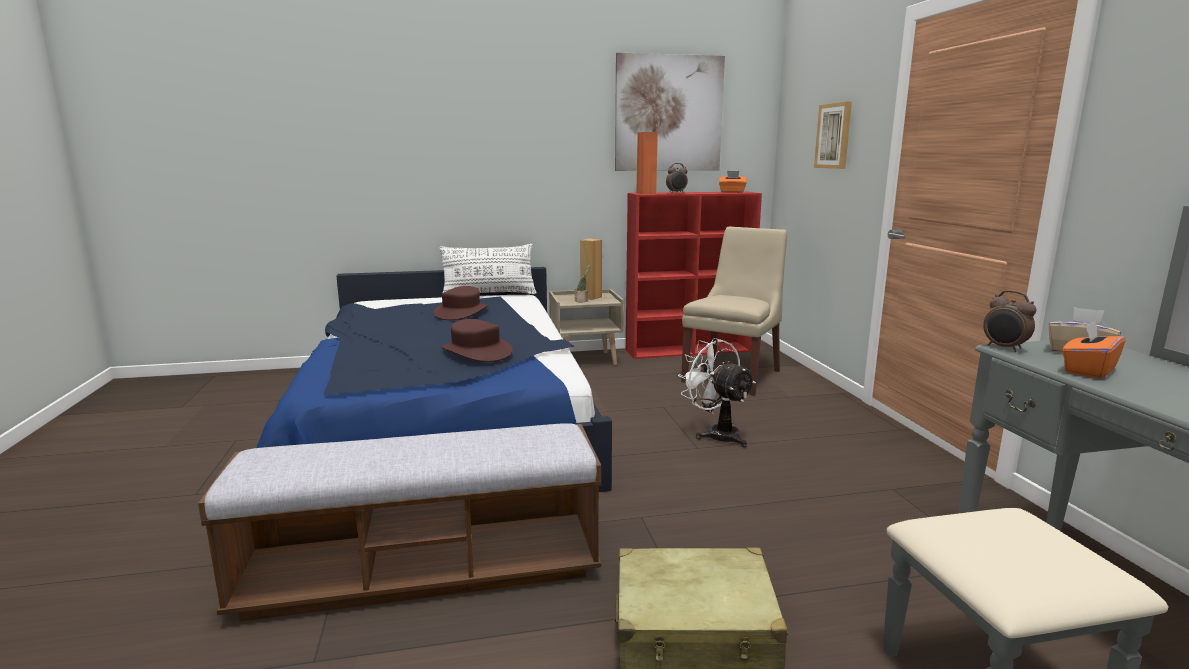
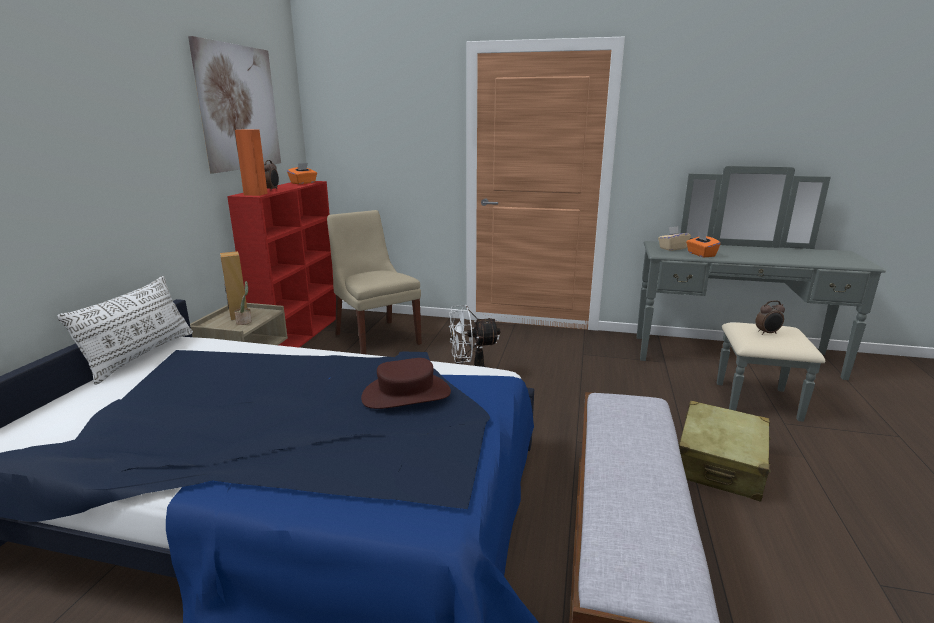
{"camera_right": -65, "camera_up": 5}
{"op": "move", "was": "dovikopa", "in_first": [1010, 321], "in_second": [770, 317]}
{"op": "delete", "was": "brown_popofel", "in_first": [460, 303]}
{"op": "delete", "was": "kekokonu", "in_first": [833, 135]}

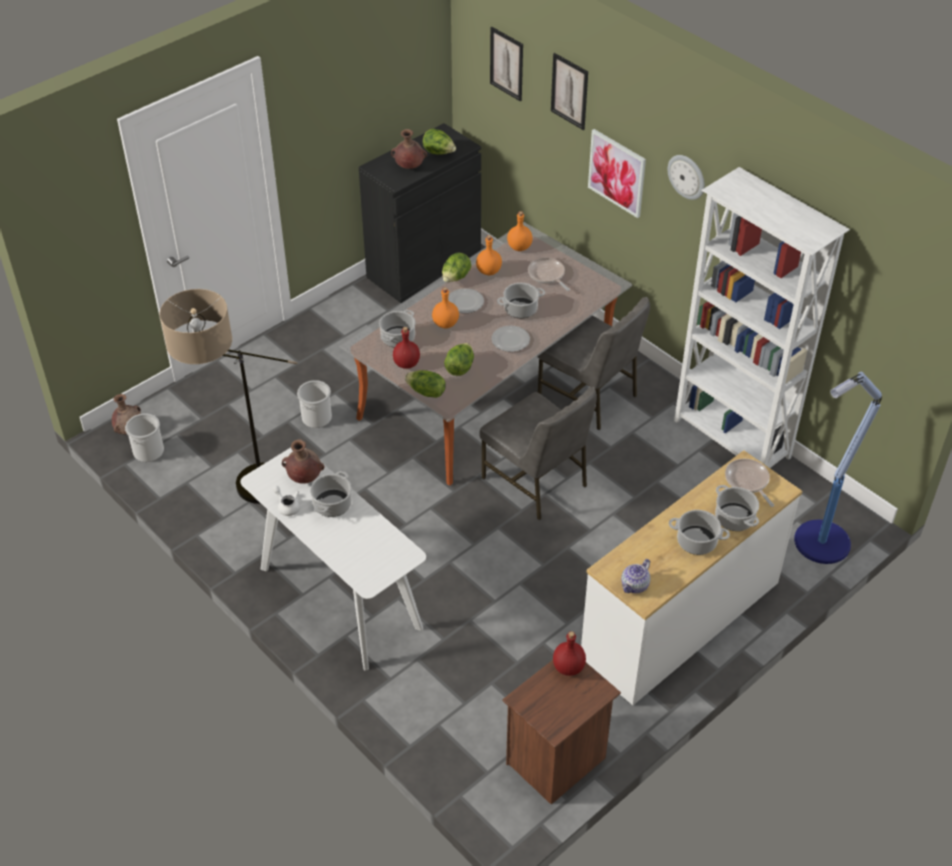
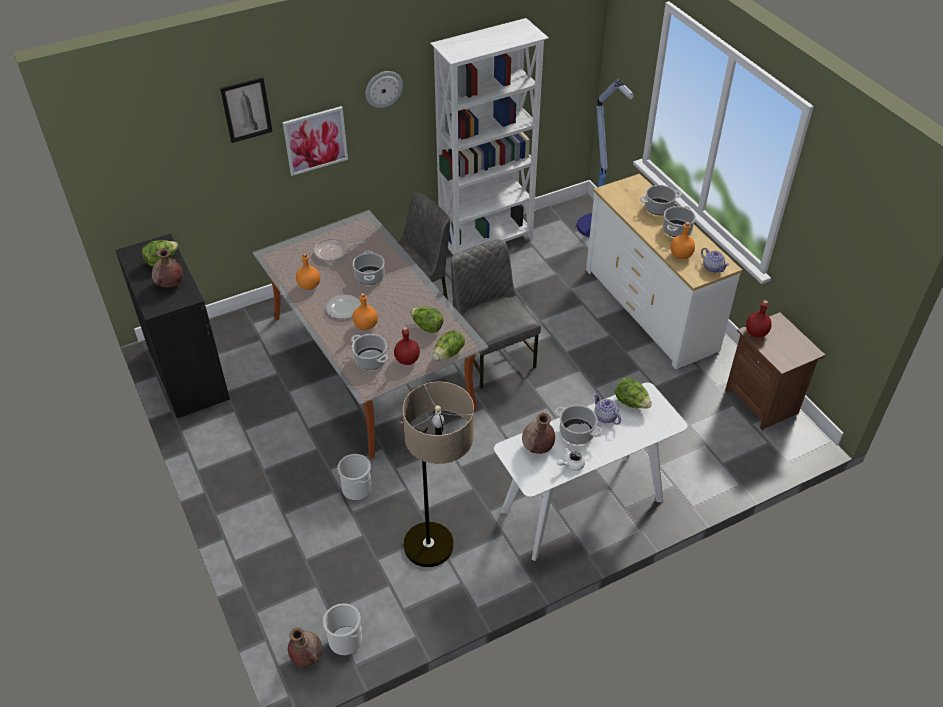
{"camera_right": -75, "camera_up": 0}
{"op": "rotate", "was": "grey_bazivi", "in_first": [538, 453], "in_second": [496, 314], "clockwise": -90}
{"op": "insert", "now": "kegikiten", "in_second": [607, 409]}
{"op": "move", "was": "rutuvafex", "in_first": [456, 267], "in_second": [633, 393]}
{"op": "move", "was": "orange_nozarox", "in_first": [520, 231], "in_second": [683, 240]}
{"op": "delete", "was": "kekokonu", "in_first": [506, 64]}
{"op": "delete", "was": "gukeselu", "in_first": [510, 339]}
{"op": "delete", "was": "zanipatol", "in_first": [749, 483]}

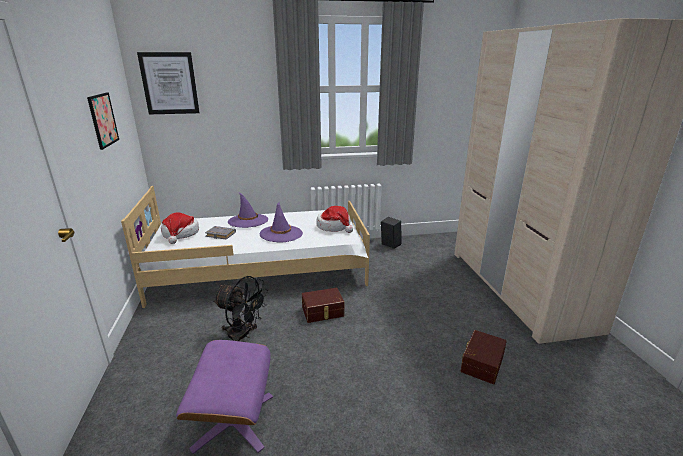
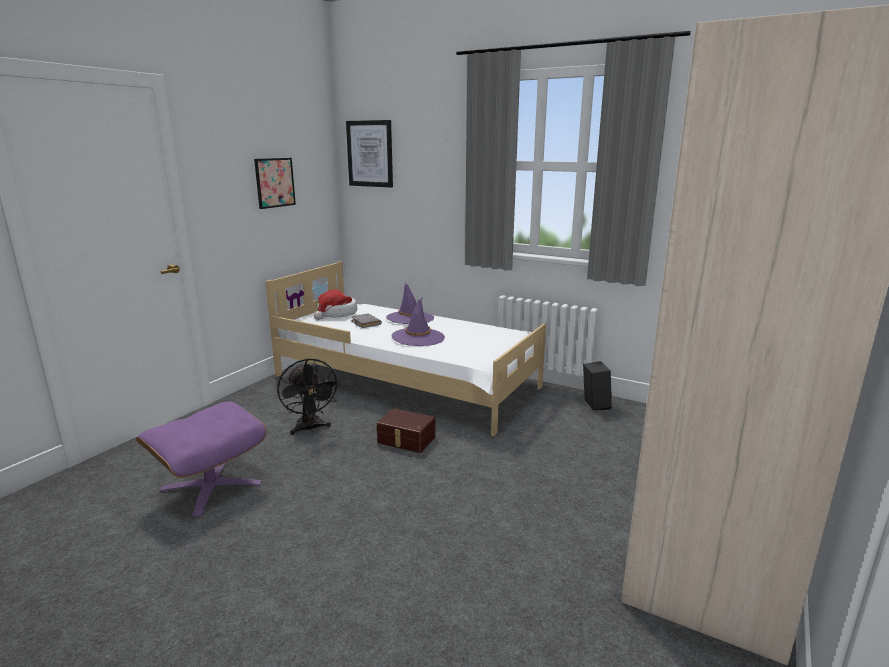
{"camera_right": 40, "camera_up": -5}
{"op": "delete", "was": "popofel", "in_first": [334, 219]}
{"op": "delete", "was": "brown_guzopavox", "in_first": [483, 357]}

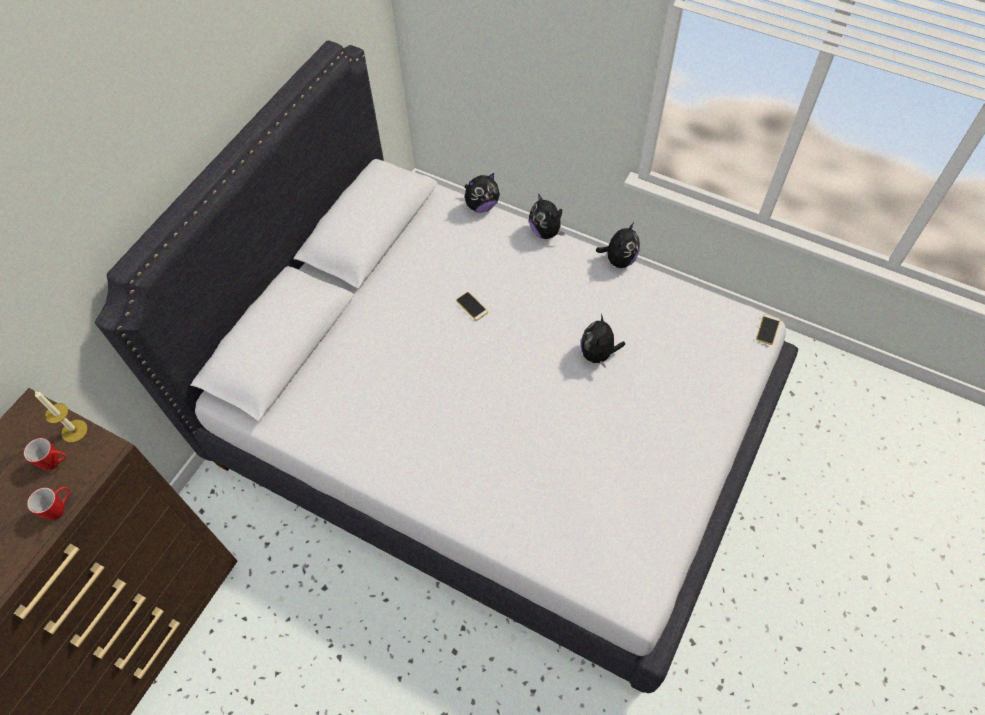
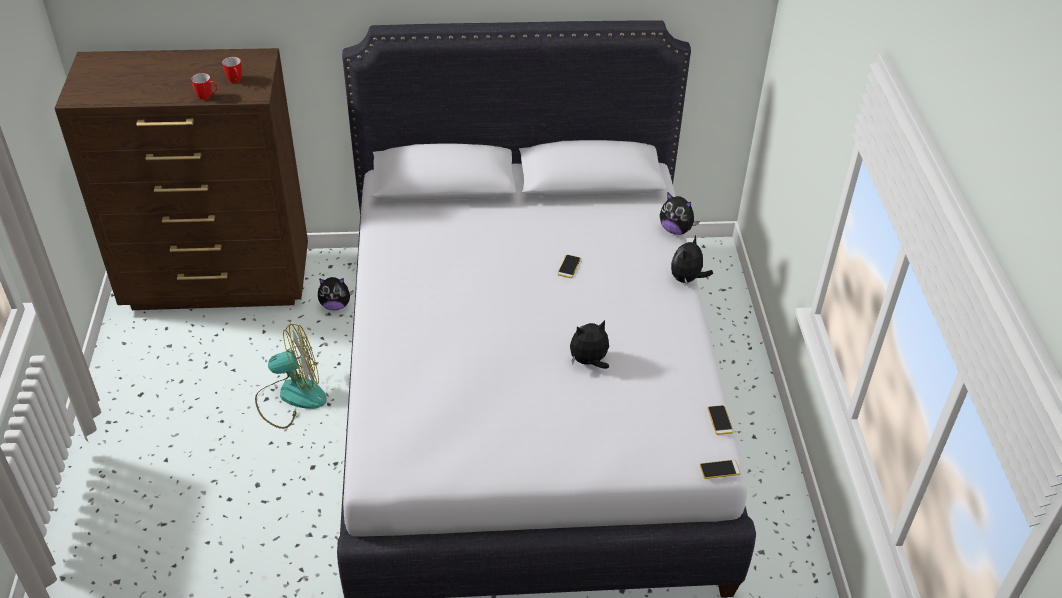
{"camera_right": 55, "camera_up": -15}
{"op": "insert", "now": "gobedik", "in_second": [291, 376]}
{"op": "move", "was": "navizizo", "in_first": [618, 245], "in_second": [336, 294]}
{"op": "insert", "now": "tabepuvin", "in_second": [720, 420]}
{"op": "delete", "was": "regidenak", "in_first": [61, 416]}

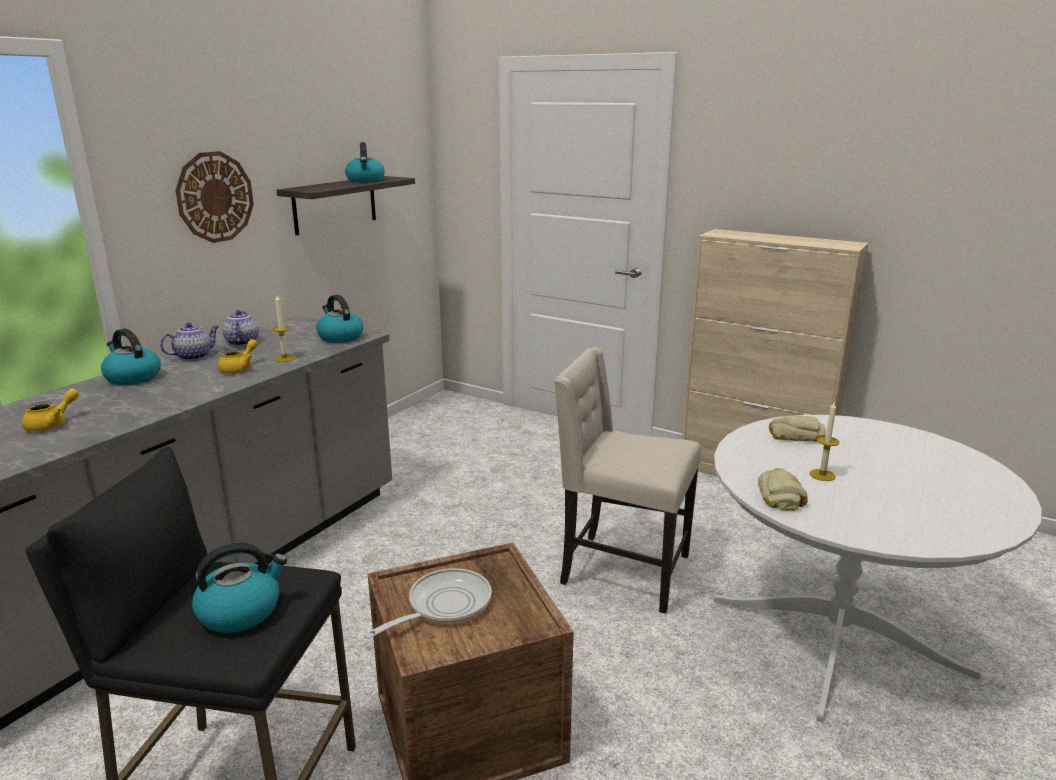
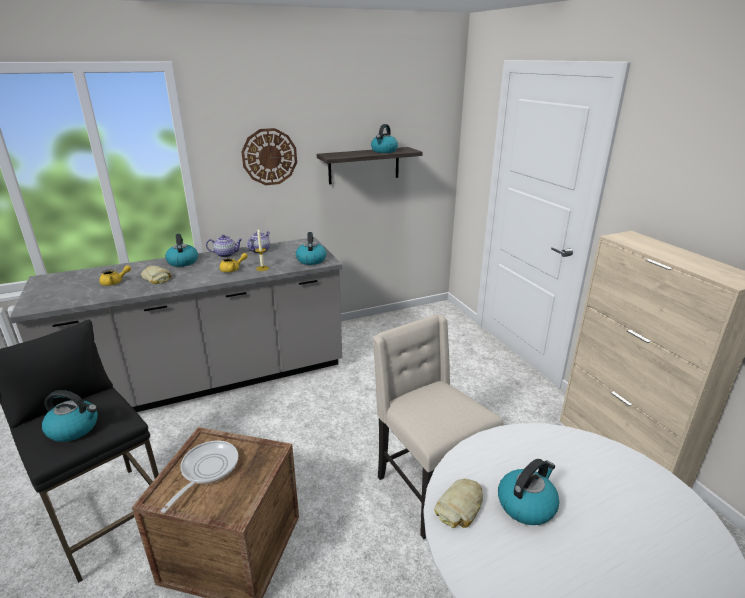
{"camera_right": 35, "camera_up": 5}
{"op": "move", "was": "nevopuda", "in_first": [797, 428], "in_second": [156, 275]}
{"op": "rotate", "was": "zanipatol", "in_first": [427, 603], "in_second": [199, 477], "clockwise": -60}
{"op": "replace", "was": "regidenak", "now": "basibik", "in_first": [824, 441], "in_second": [528, 492]}

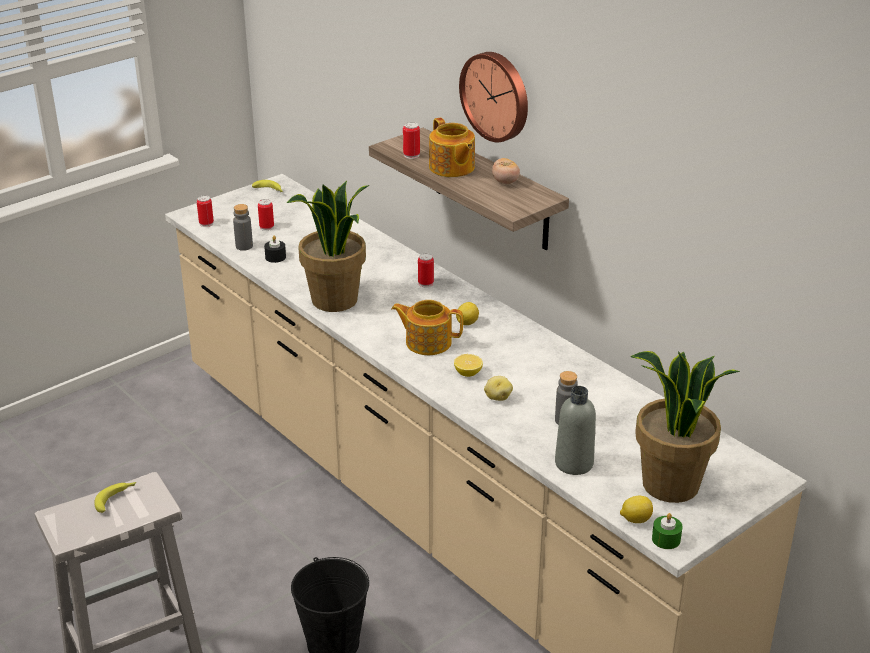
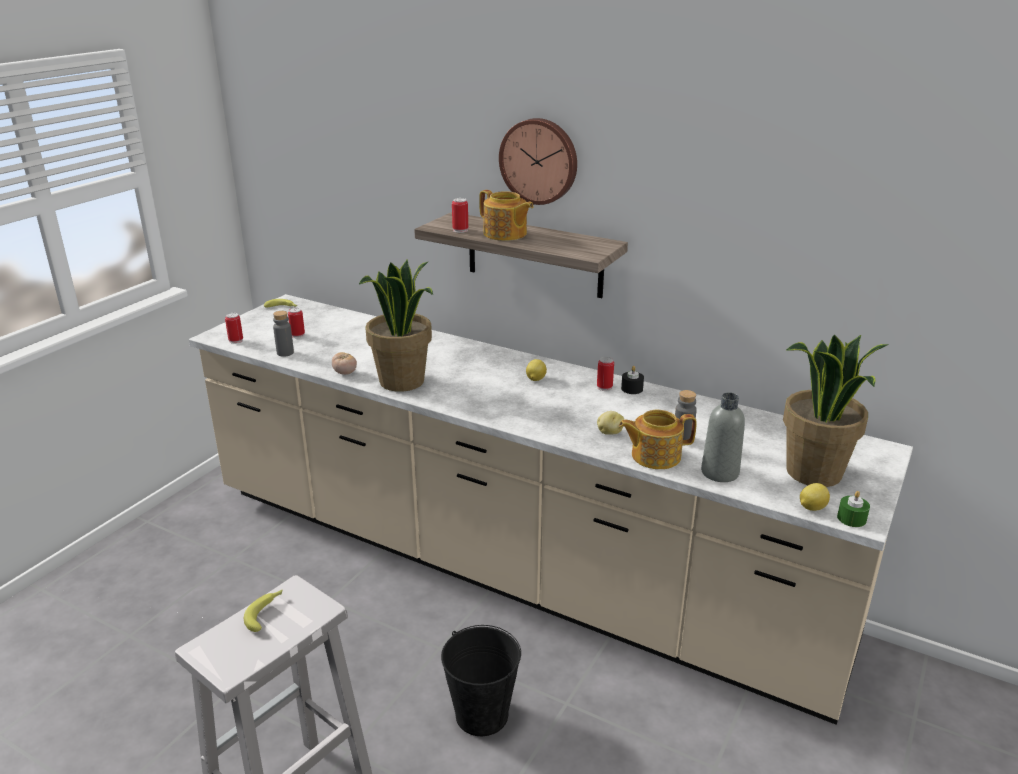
{"camera_right": -20, "camera_up": -5}
{"op": "move", "was": "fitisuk", "in_first": [506, 171], "in_second": [344, 363]}
{"op": "move", "was": "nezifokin", "in_first": [426, 270], "in_second": [605, 374]}
{"op": "move", "was": "kegikiten", "in_first": [427, 327], "in_second": [658, 439]}
{"op": "move", "was": "black_regidenak", "in_first": [275, 249], "in_second": [632, 380]}
{"op": "delete", "was": "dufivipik", "in_first": [468, 365]}

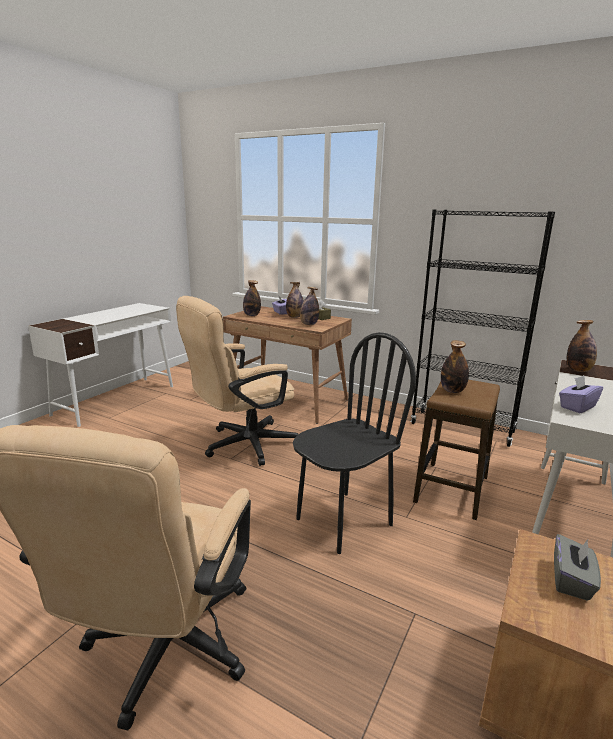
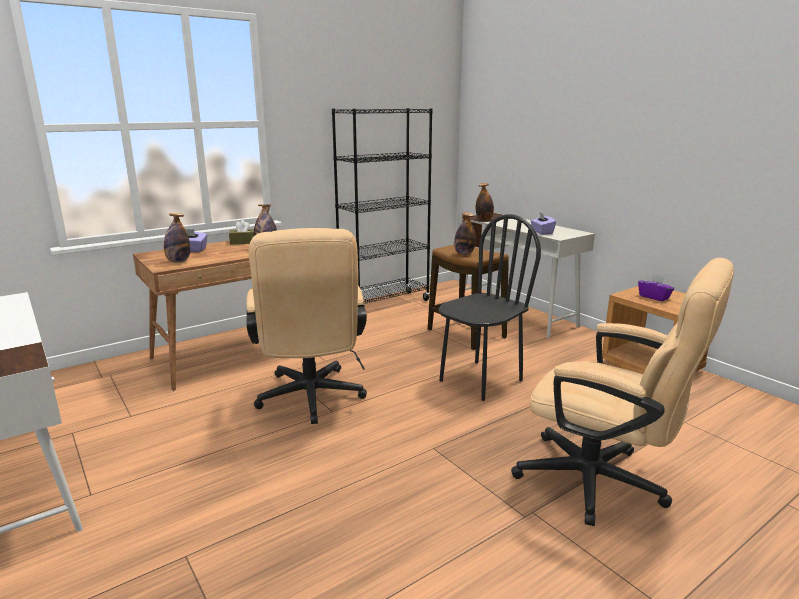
{"camera_right": -65, "camera_up": 0}
{"op": "rotate", "was": "black_bazivi", "in_first": [354, 443], "in_second": [490, 307], "clockwise": 60}
{"op": "recolor", "was": "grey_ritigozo", "now": "purple_ritigozo", "in_first": [577, 567], "in_second": [656, 287]}
{"op": "delete", "was": "nozarox", "in_first": [295, 300]}

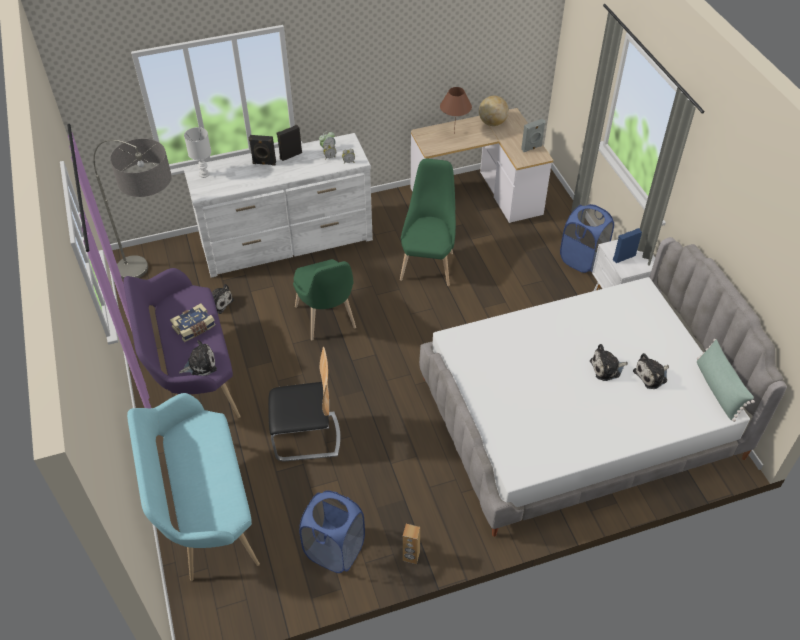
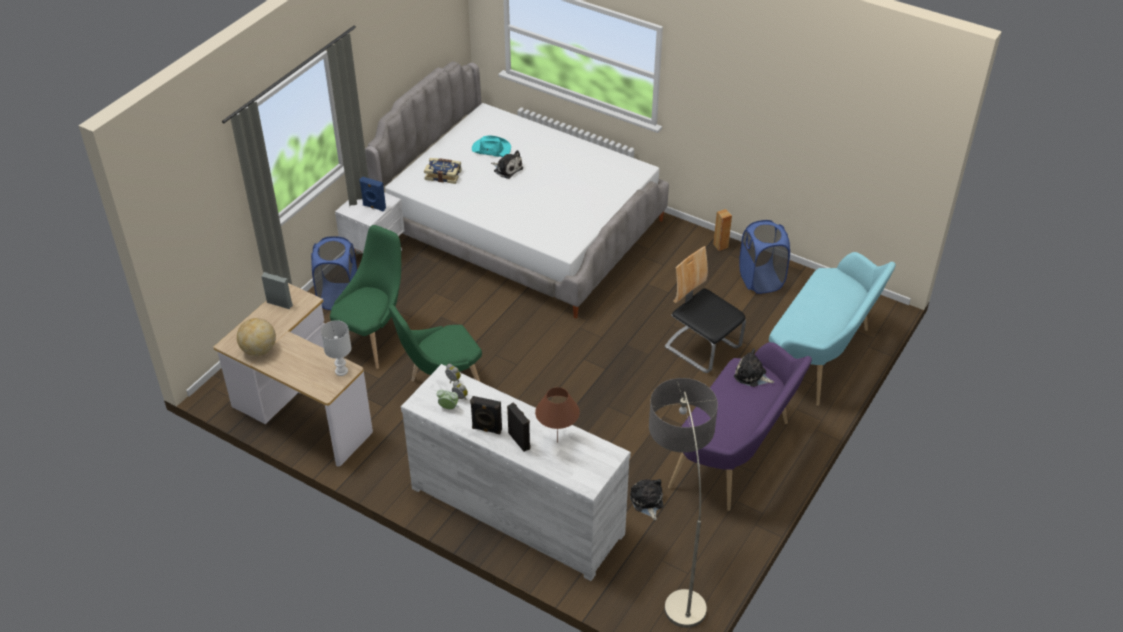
{"camera_right": -130, "camera_up": -5}
{"op": "move", "was": "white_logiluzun", "in_first": [197, 152], "in_second": [336, 348]}
{"op": "move", "was": "green_bazivi", "in_first": [324, 299], "in_second": [365, 297]}
{"op": "move", "was": "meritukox", "in_first": [193, 322], "in_second": [443, 171]}
{"op": "replace", "was": "navizizo", "now": "turquoise_popofel", "in_first": [651, 371], "in_second": [491, 146]}
{"op": "move", "was": "brown_logiluzun", "in_first": [456, 110], "in_second": [557, 415]}
{"op": "delete", "was": "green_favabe", "in_first": [726, 380]}

